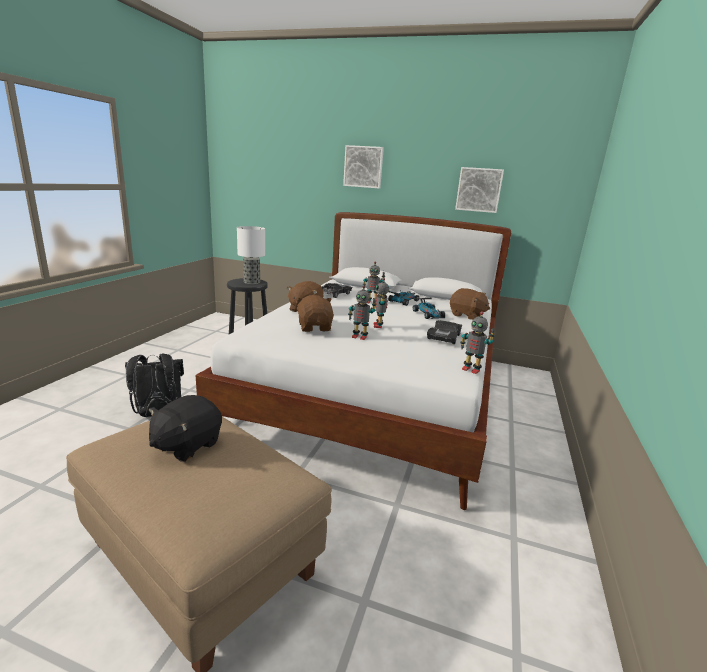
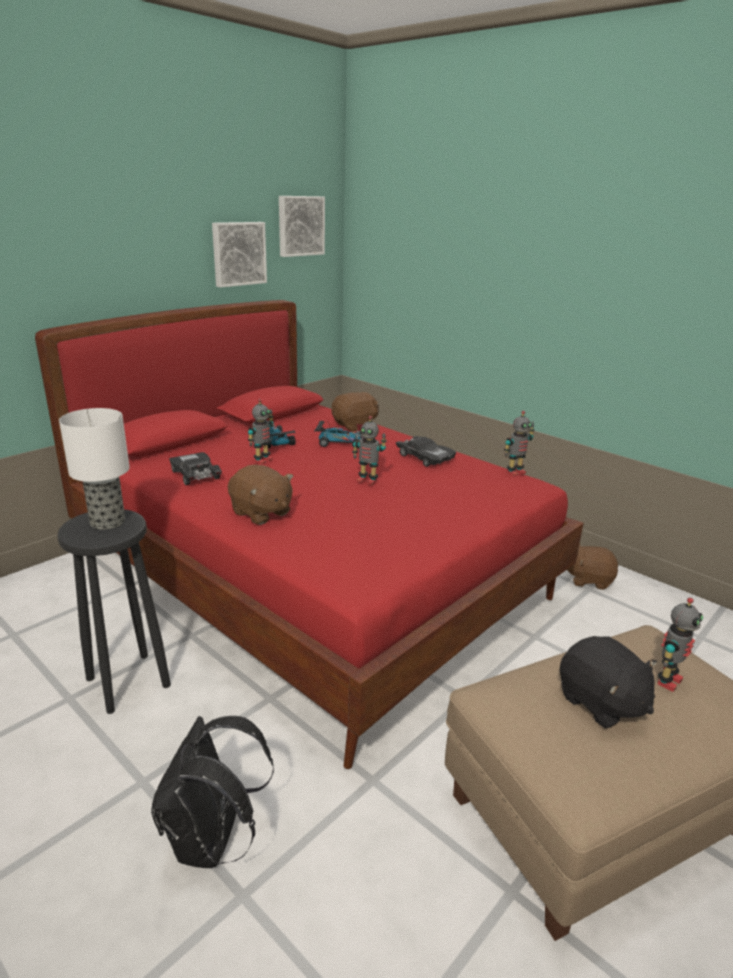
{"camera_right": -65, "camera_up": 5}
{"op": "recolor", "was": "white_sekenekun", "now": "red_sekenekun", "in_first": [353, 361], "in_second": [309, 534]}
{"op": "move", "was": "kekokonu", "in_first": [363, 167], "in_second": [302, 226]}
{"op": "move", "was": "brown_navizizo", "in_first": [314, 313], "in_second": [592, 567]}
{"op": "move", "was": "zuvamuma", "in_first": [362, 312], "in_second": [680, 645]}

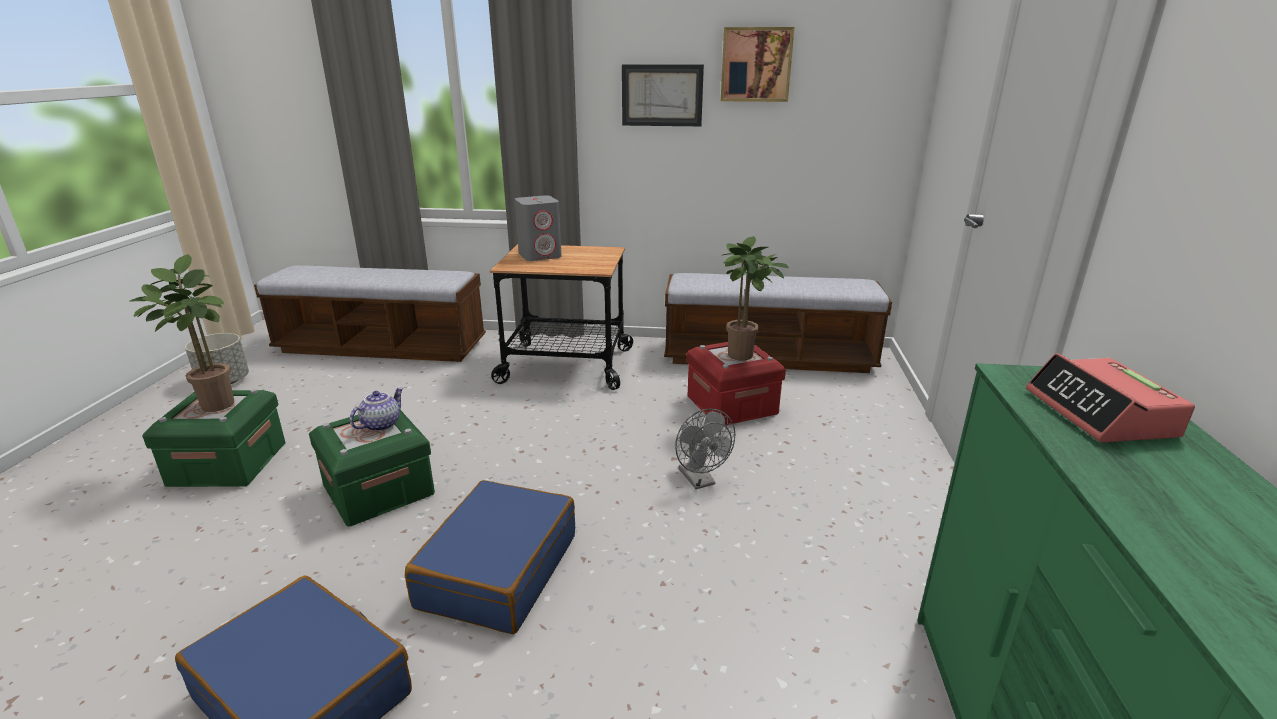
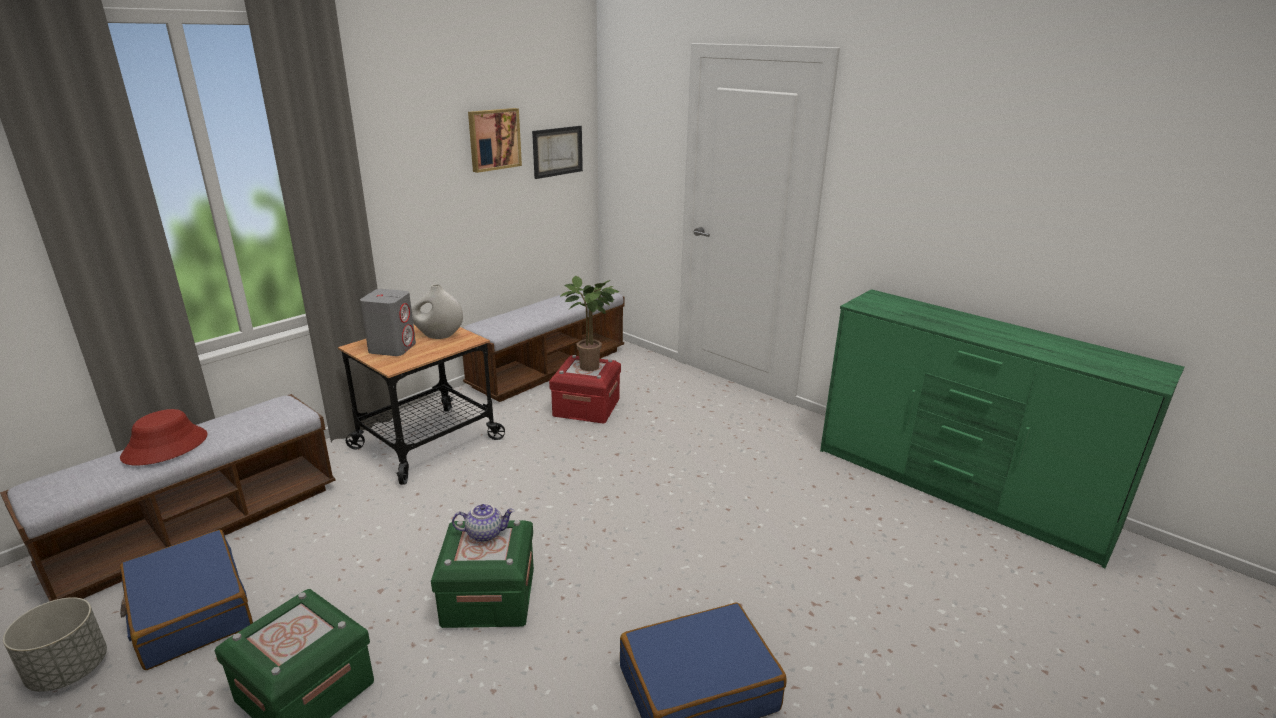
{"camera_right": -55, "camera_up": 0}
{"op": "insert", "now": "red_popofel", "in_second": [164, 437]}
{"op": "move", "was": "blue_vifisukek", "in_first": [490, 557], "in_second": [186, 600]}
{"op": "insert", "now": "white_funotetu", "in_second": [437, 311]}
{"op": "rotate", "was": "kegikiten", "in_first": [377, 409], "in_second": [483, 523], "clockwise": 105}
{"op": "move", "was": "kekokonu", "in_first": [663, 95], "in_second": [557, 152]}
{"op": "delete", "was": "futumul", "in_first": [182, 333]}
{"op": "delete", "was": "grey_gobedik", "in_first": [705, 448]}
{"op": "delete", "was": "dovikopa", "in_first": [1110, 397]}

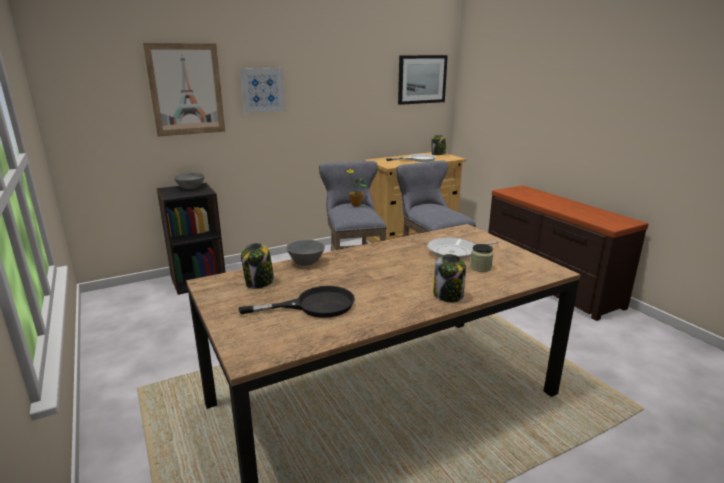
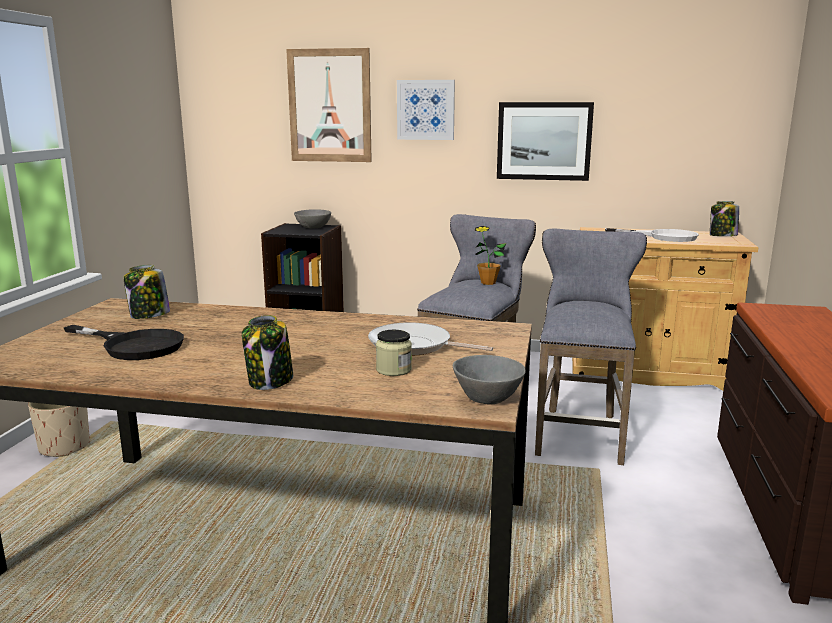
{"camera_right": 40, "camera_up": -5}
{"op": "insert", "now": "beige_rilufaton", "in_second": [59, 429]}
{"op": "move", "was": "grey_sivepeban", "in_first": [305, 253], "in_second": [489, 379]}
{"op": "move", "was": "kekokonu", "in_first": [423, 80], "in_second": [545, 141]}

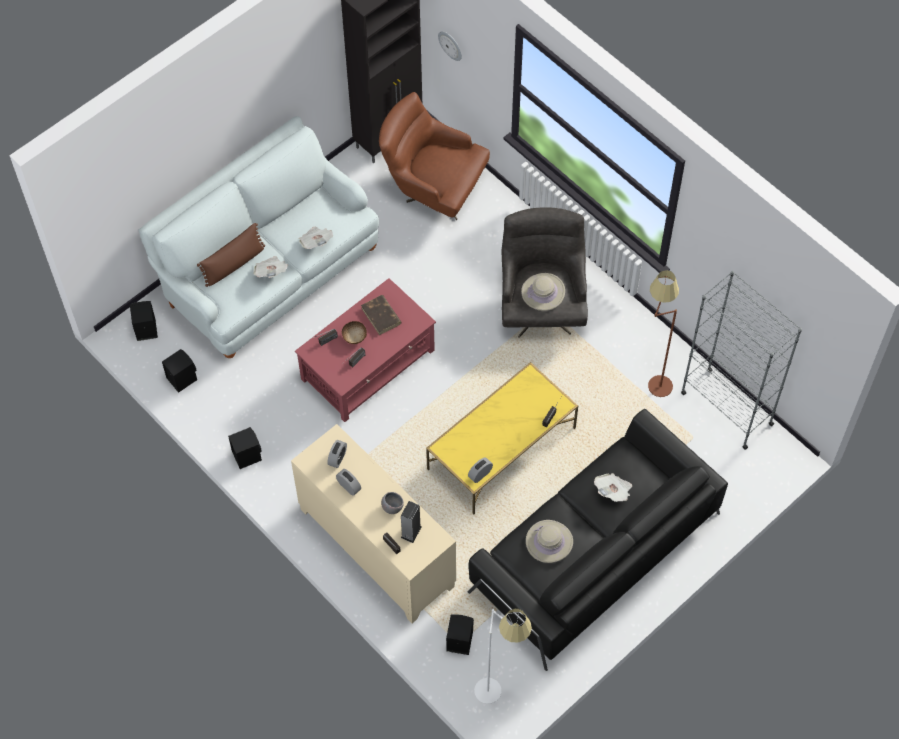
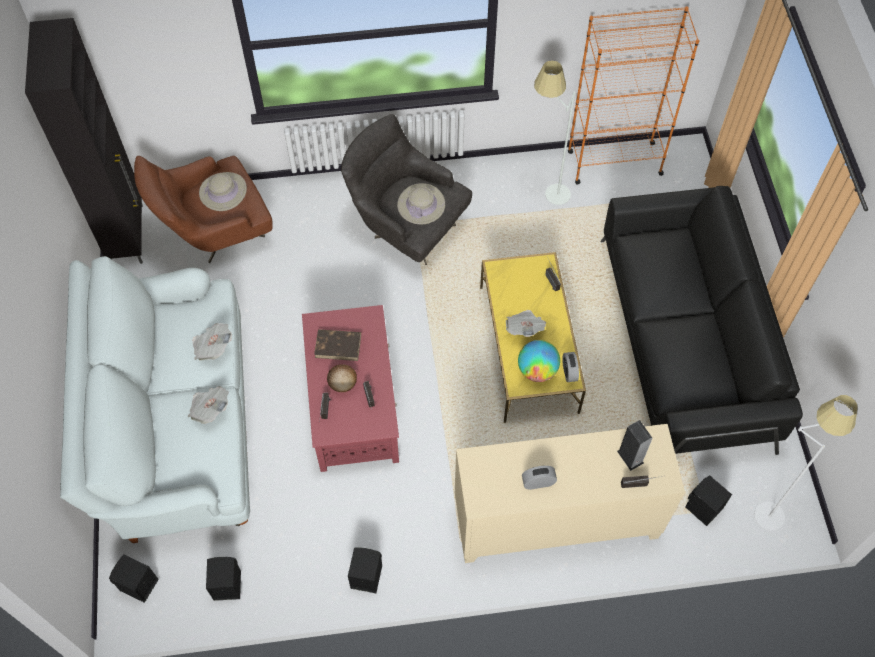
{"camera_right": -55, "camera_up": 0}
{"op": "move", "was": "beige_popofel", "in_first": [549, 541], "in_second": [223, 191]}
{"op": "move", "was": "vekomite", "in_first": [613, 487], "in_second": [526, 323]}
{"op": "insert", "now": "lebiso", "in_second": [539, 361]}
{"op": "recolor", "was": "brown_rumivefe", "now": "white_rumivefe", "in_first": [663, 333], "in_second": [555, 132]}
{"op": "recolor", "was": "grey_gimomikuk", "now": "orange_gimomikuk", "in_first": [741, 360], "in_second": [633, 95]}
{"op": "delete", "was": "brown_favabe", "in_first": [231, 255]}
{"op": "delete", "was": "dovikopa", "in_first": [337, 454]}
{"op": "delete", "was": "grey_sivepeban", "in_first": [392, 503]}
{"op": "delete", "was": "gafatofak", "in_first": [450, 46]}

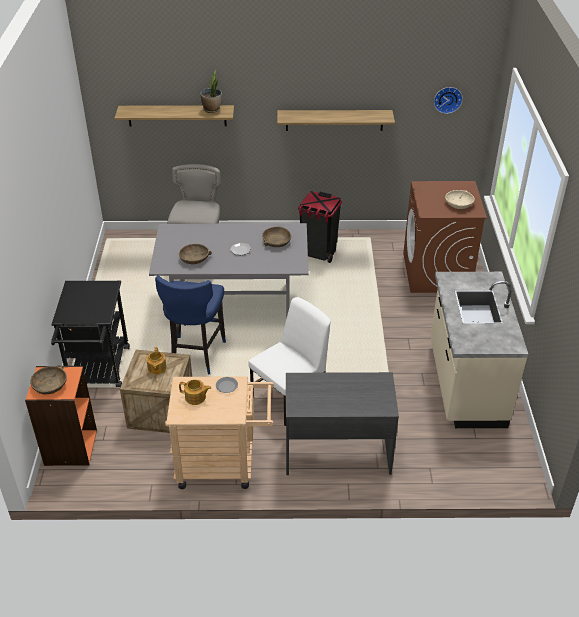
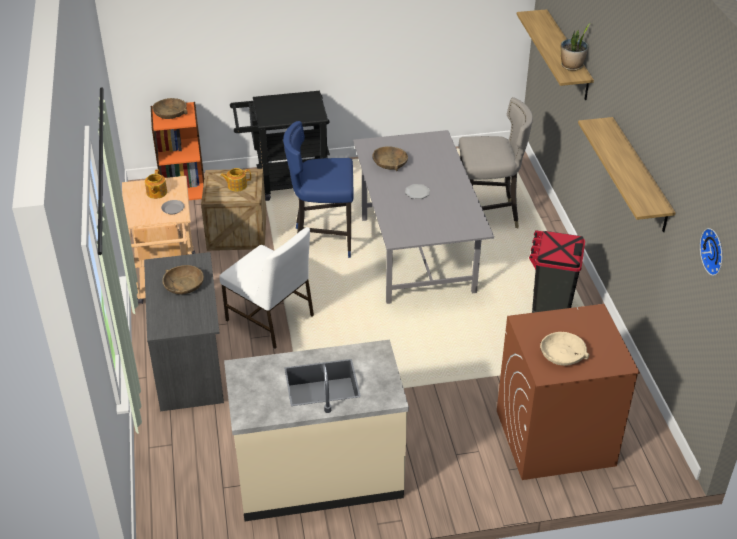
{"camera_right": 80, "camera_up": 0}
{"op": "move", "was": "brown_sivepeban", "in_first": [276, 237], "in_second": [183, 279]}

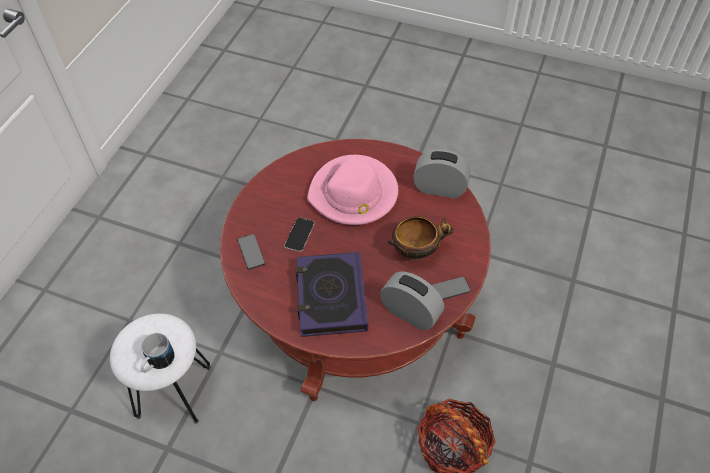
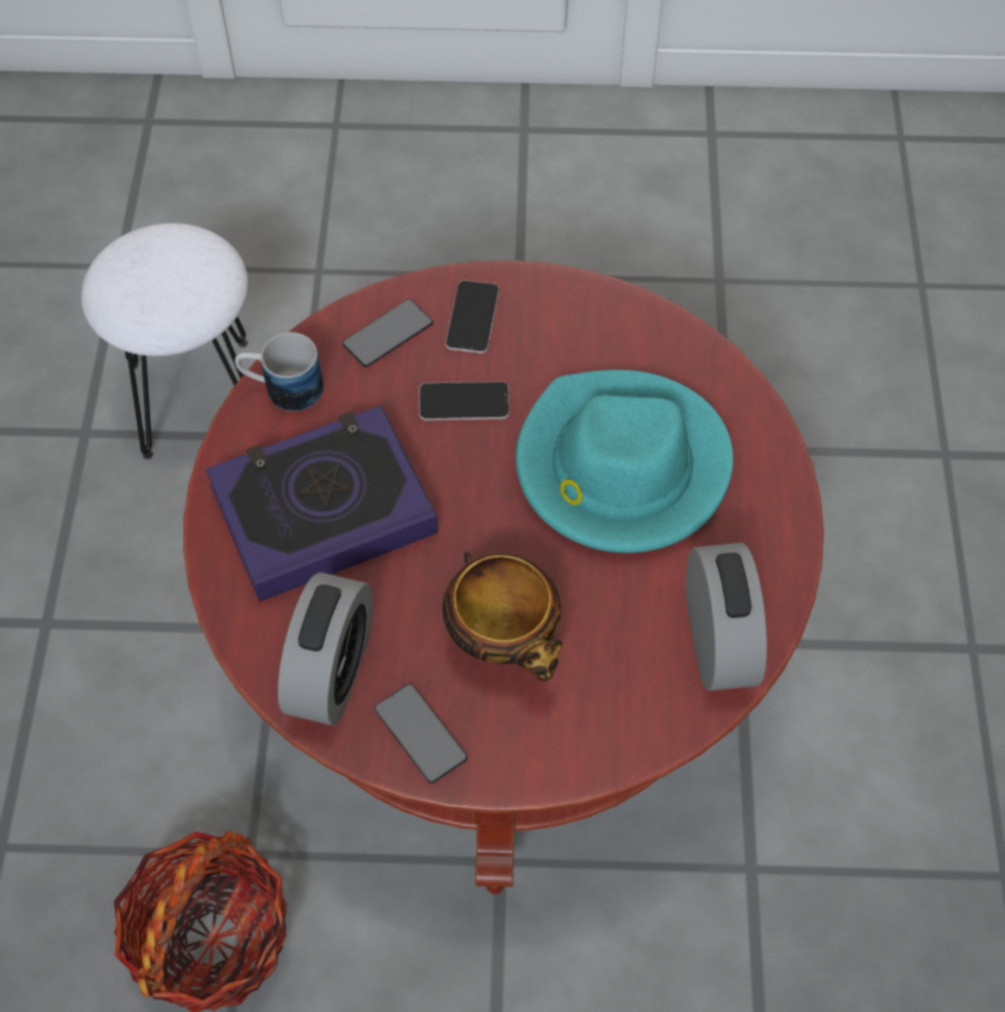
{"camera_right": 70, "camera_up": 5}
{"op": "move", "was": "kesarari", "in_first": [158, 353], "in_second": [279, 372]}
{"op": "insert", "now": "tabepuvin", "in_second": [472, 316]}
{"op": "recolor", "was": "pink_popofel", "now": "turquoise_popofel", "in_first": [352, 190], "in_second": [624, 461]}

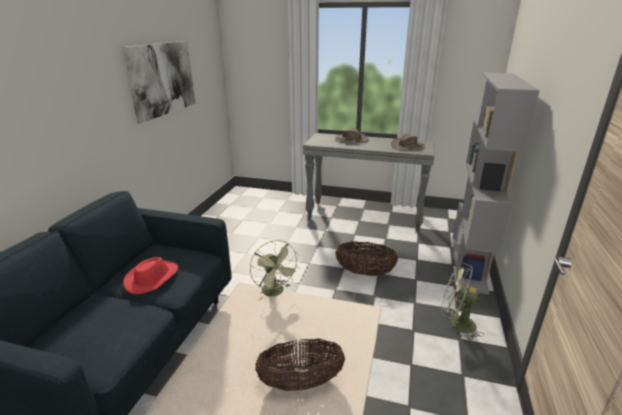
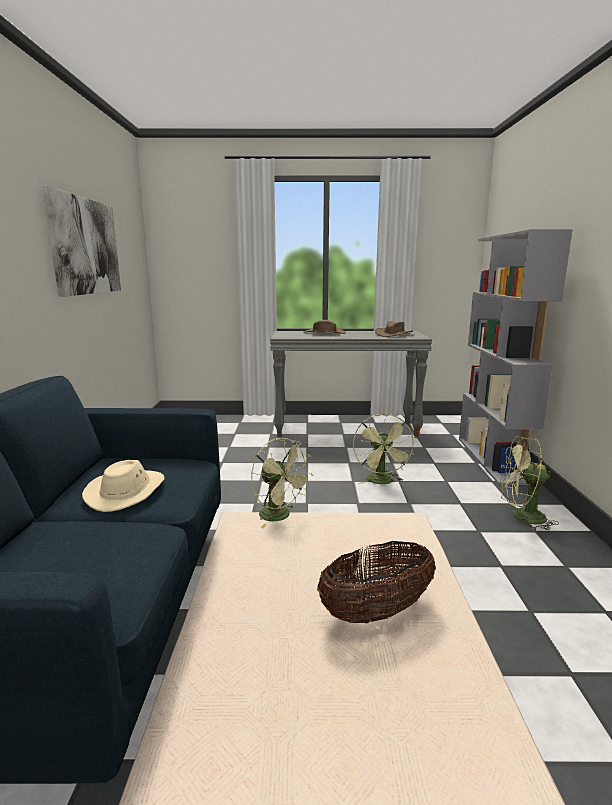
{"camera_right": -15, "camera_up": -10}
{"op": "recolor", "was": "red_popofel", "now": "beige_popofel", "in_first": [150, 275], "in_second": [123, 486]}
{"op": "replace", "was": "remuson", "now": "green_gobedik", "in_first": [367, 258], "in_second": [384, 449]}

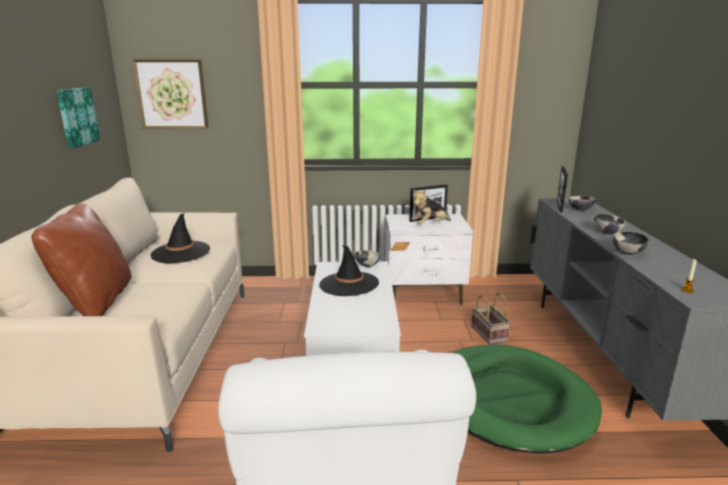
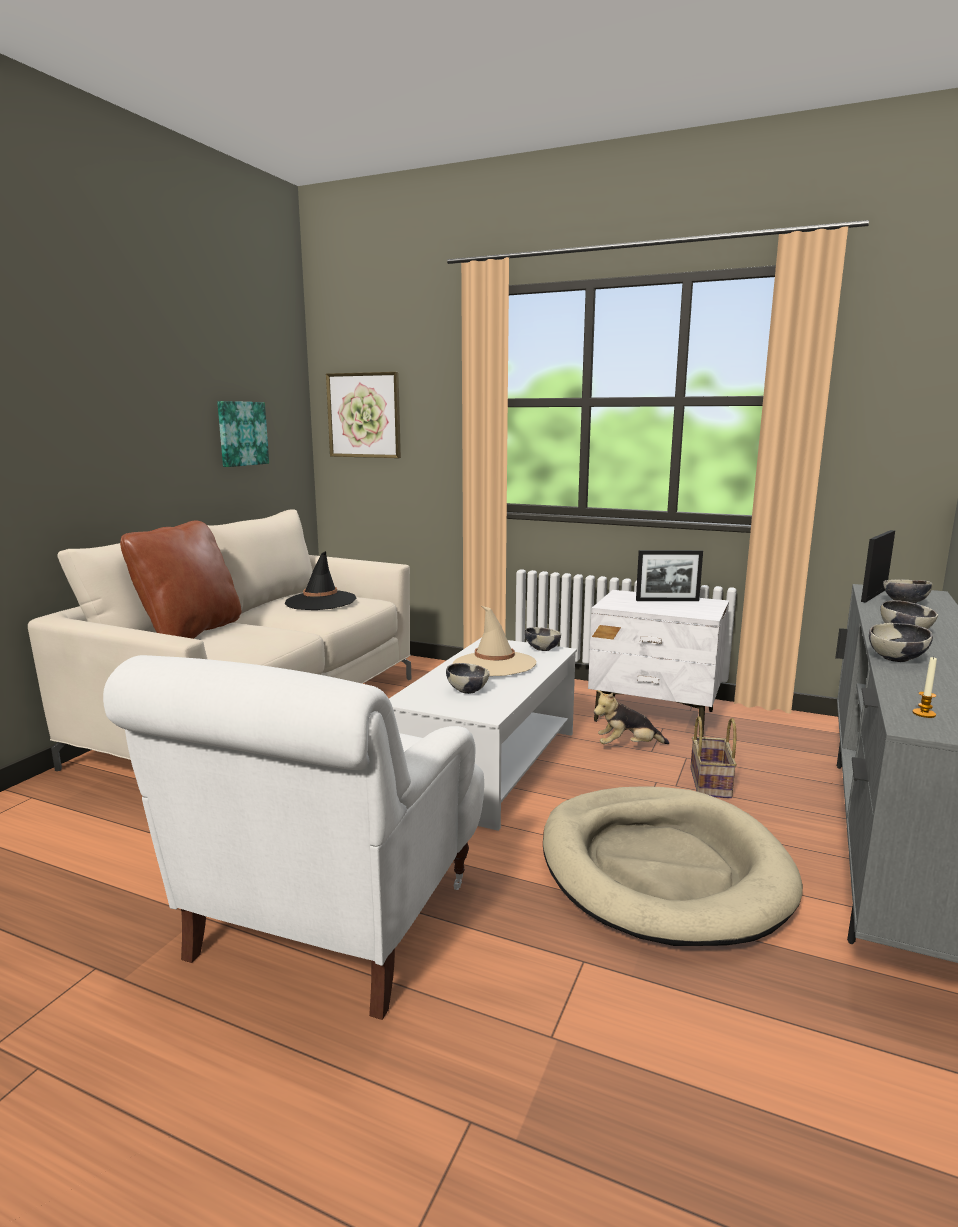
{"camera_right": 25, "camera_up": -5}
{"op": "insert", "now": "sivepeban", "in_second": [468, 678]}
{"op": "recolor", "was": "black_popofel", "now": "beige_popofel", "in_first": [349, 270], "in_second": [494, 641]}
{"op": "recolor", "was": "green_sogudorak", "now": "beige_sogudorak", "in_first": [527, 399], "in_second": [673, 866]}
{"op": "move", "was": "navizizo", "in_first": [431, 207], "in_second": [631, 717]}

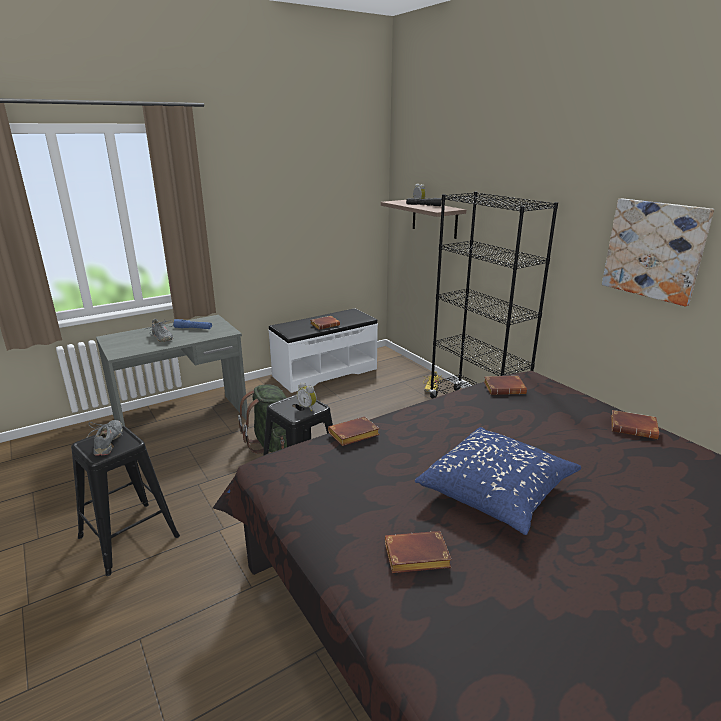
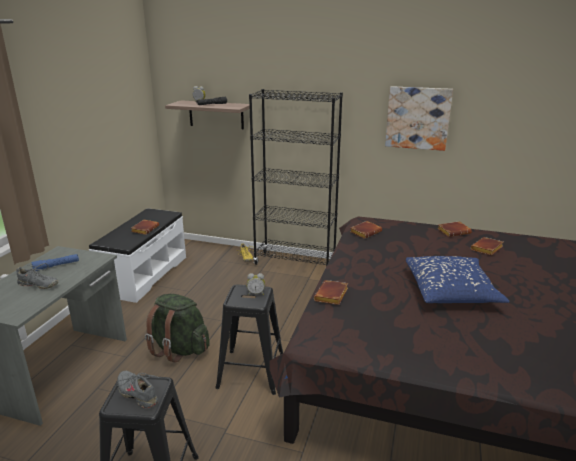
{"camera_right": -40, "camera_up": 0}
{"op": "move", "was": "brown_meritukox", "in_first": [418, 552], "in_second": [487, 246]}

